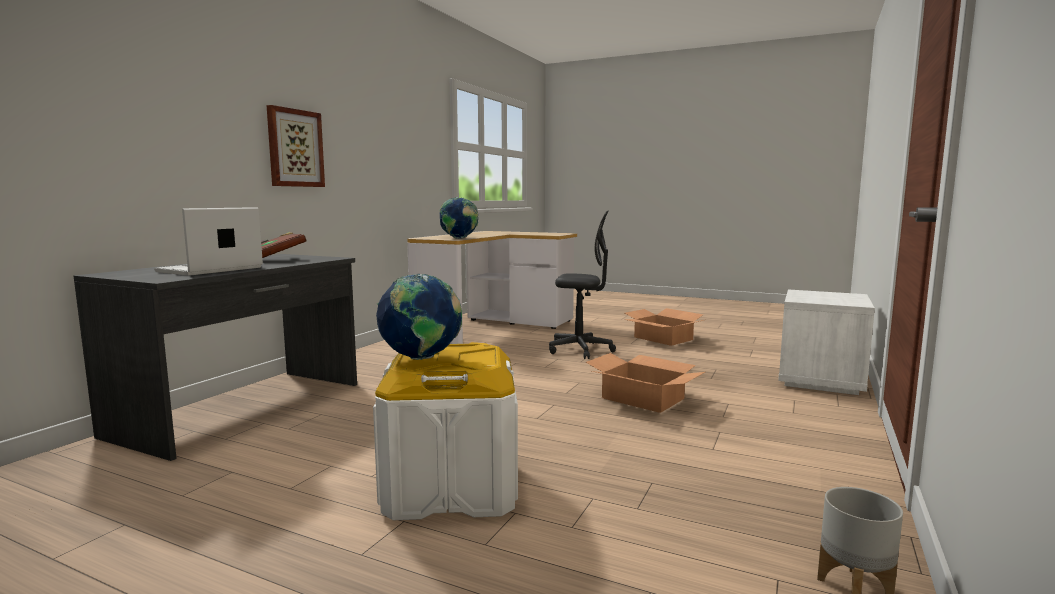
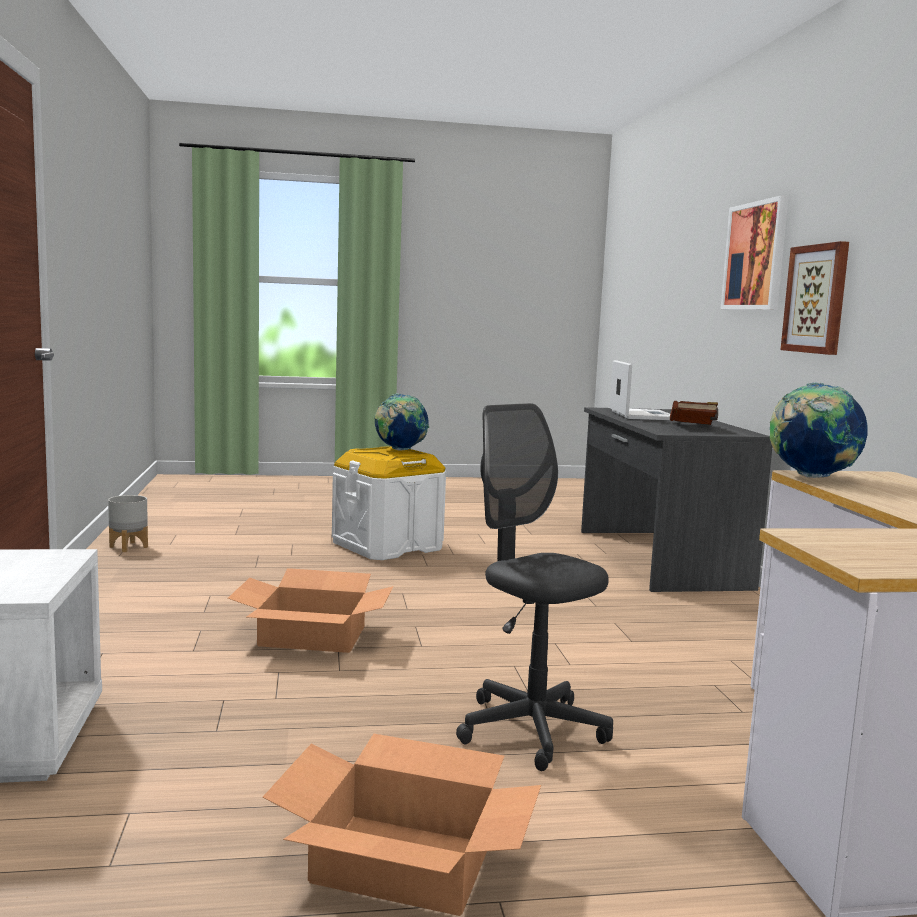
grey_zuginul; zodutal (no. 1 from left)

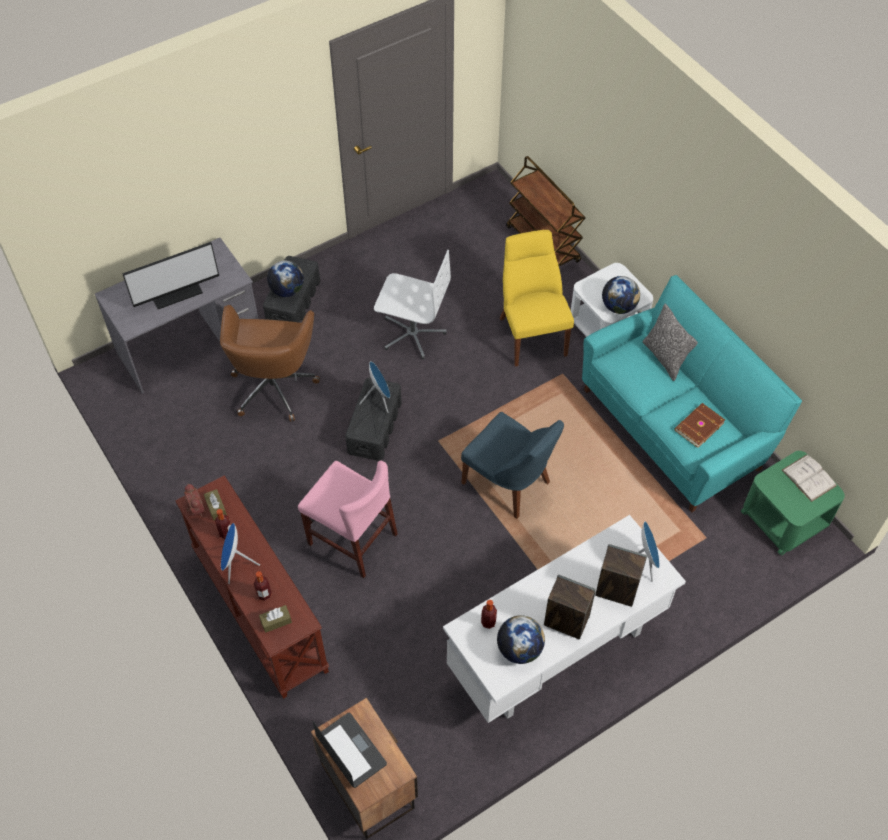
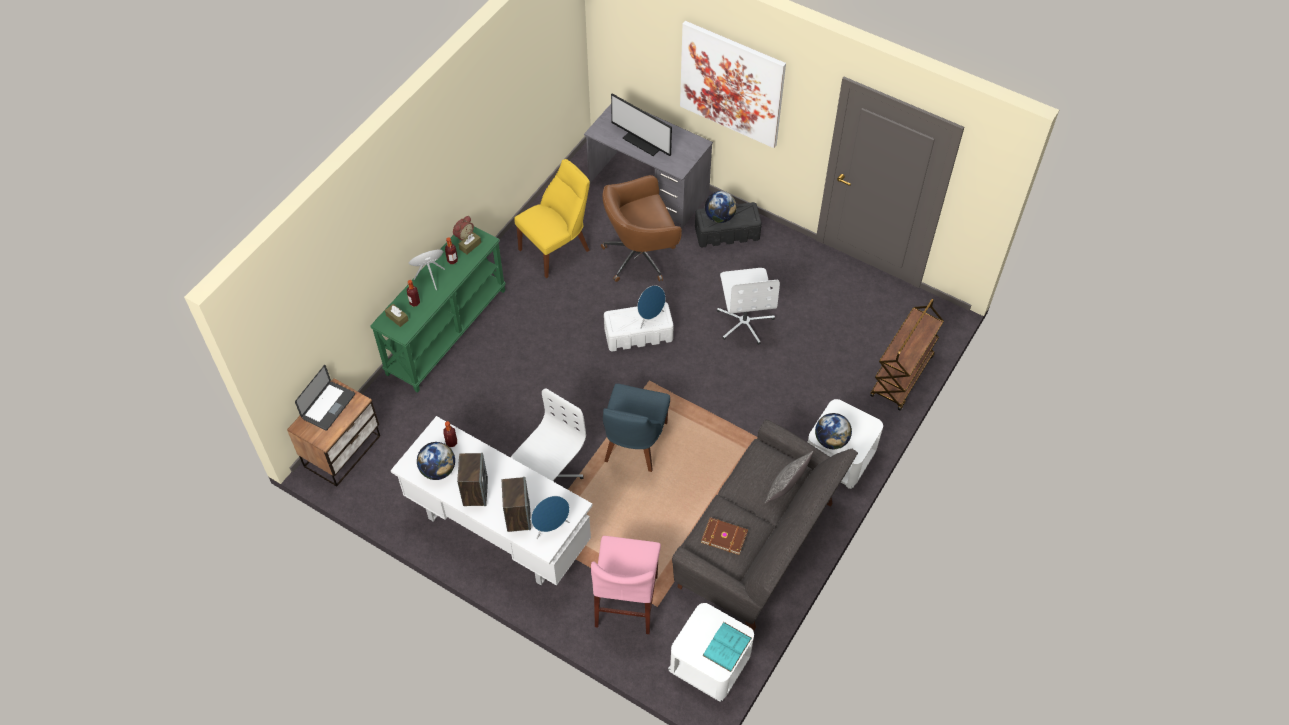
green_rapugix; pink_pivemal; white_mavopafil; yellow_pivemal; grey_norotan; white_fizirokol (no. 1 from left); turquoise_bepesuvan; white_zuginul (no. 1 from left); zodutal

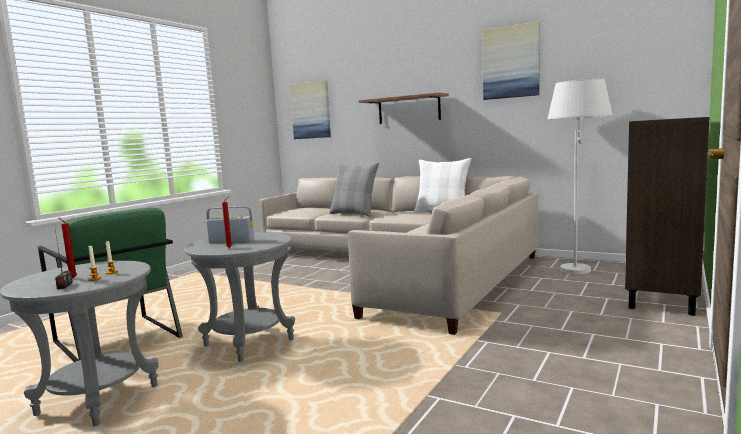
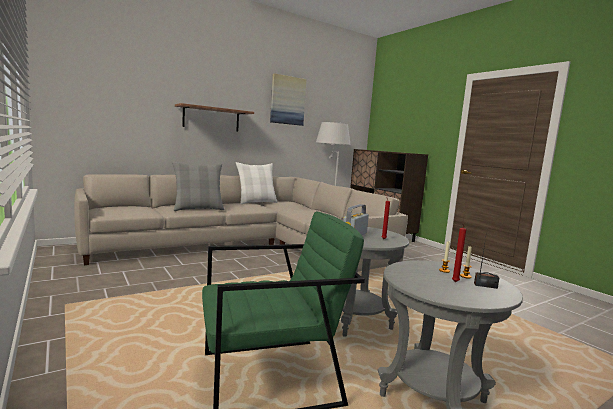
zodutal (no. 1 from left in the first image)

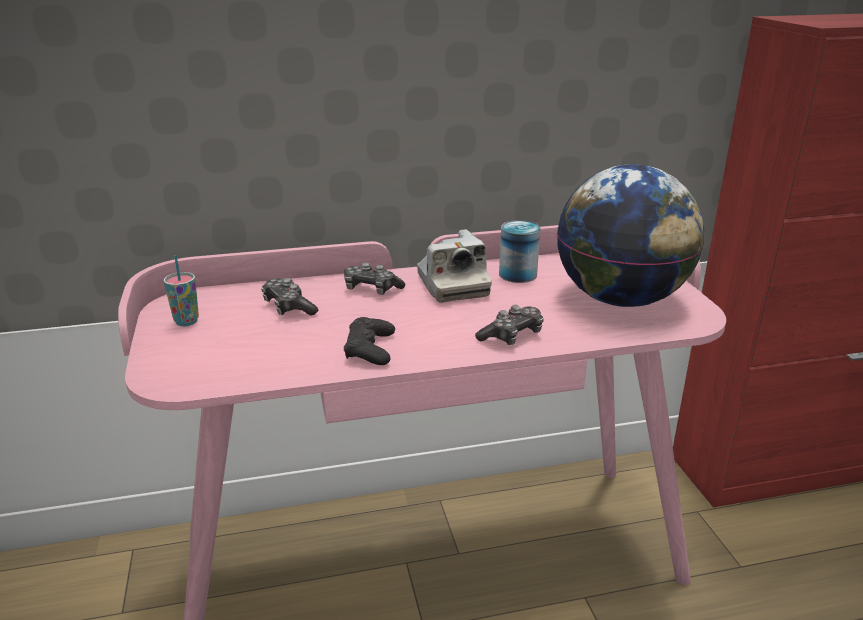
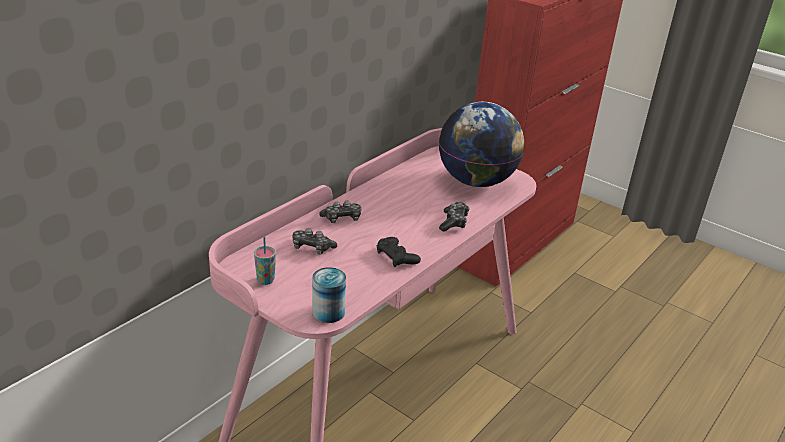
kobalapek; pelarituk

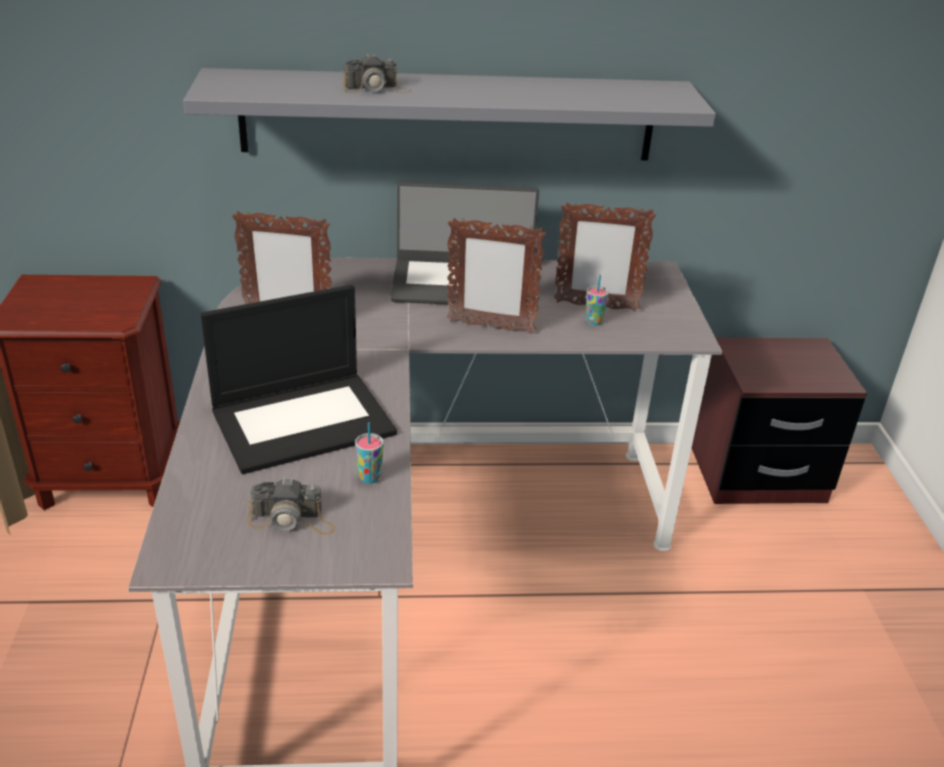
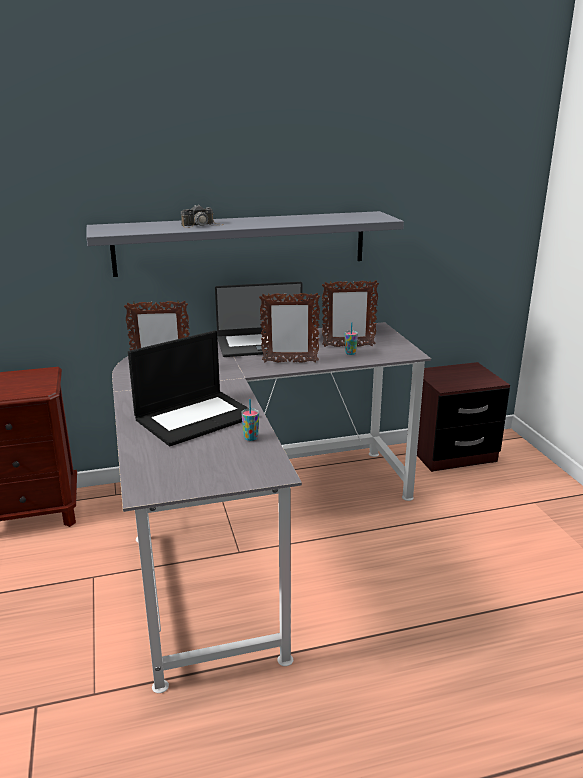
kobalapek (no. 1 from left in the first image)

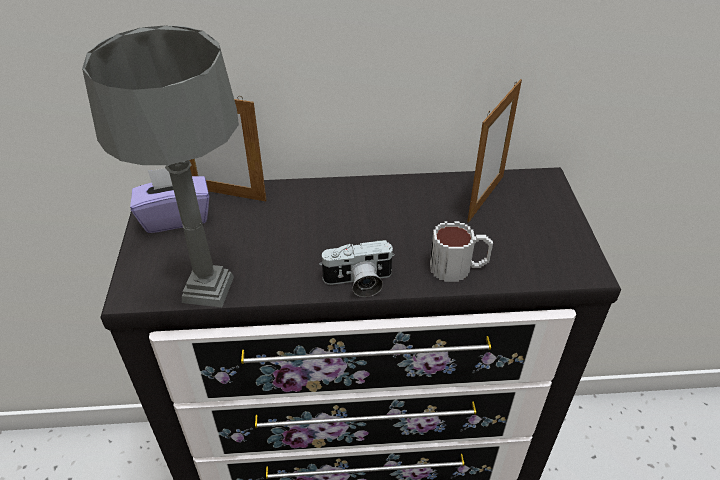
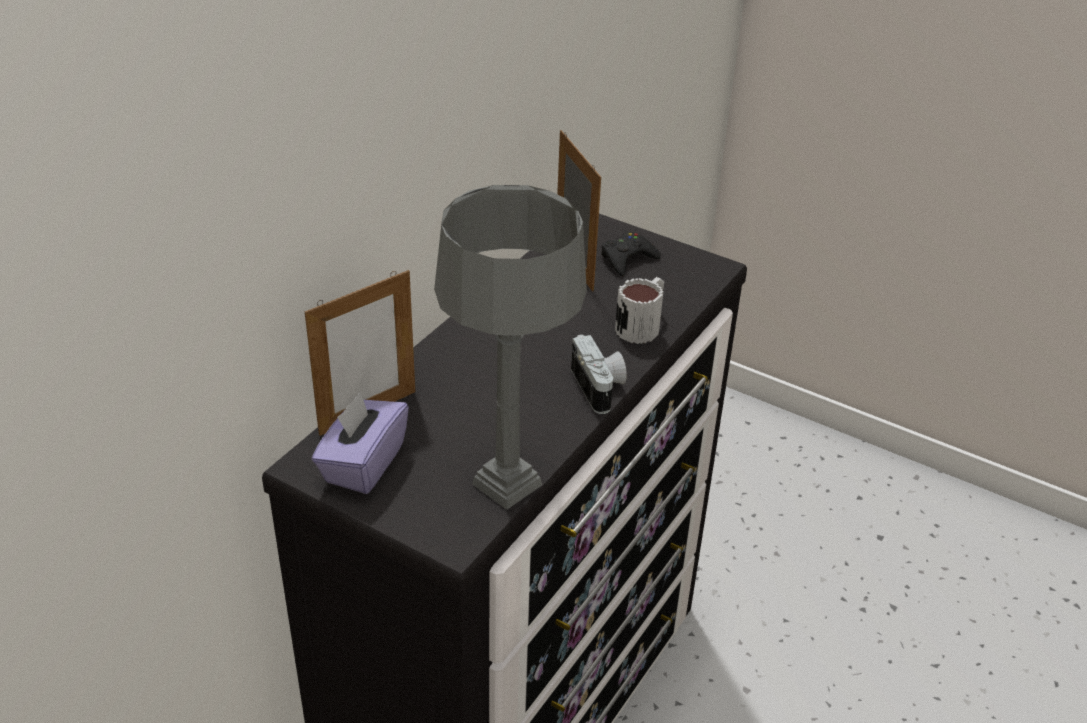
kobalapek; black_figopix

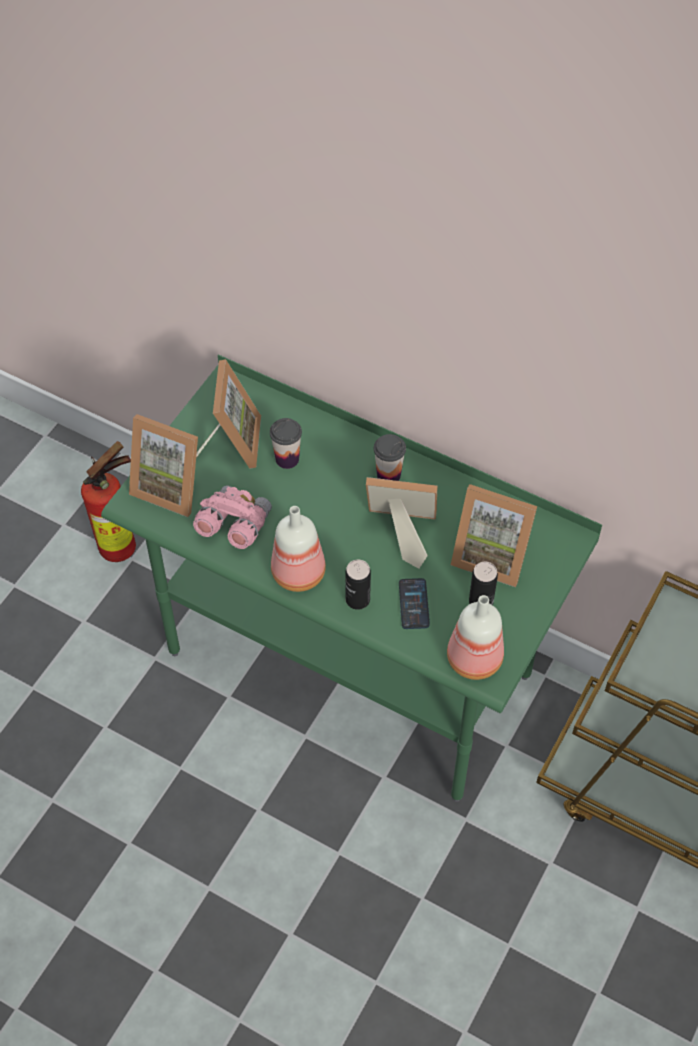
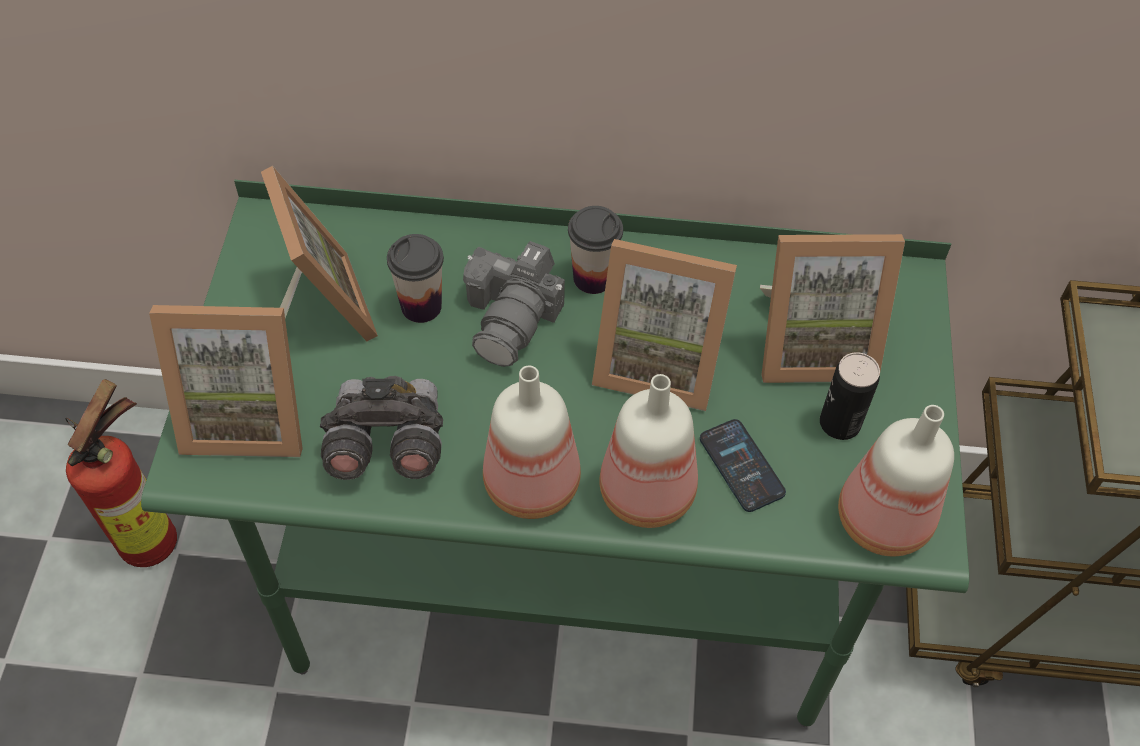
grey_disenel; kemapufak (no. 2 from left); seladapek (no. 3 from left); kobalapek

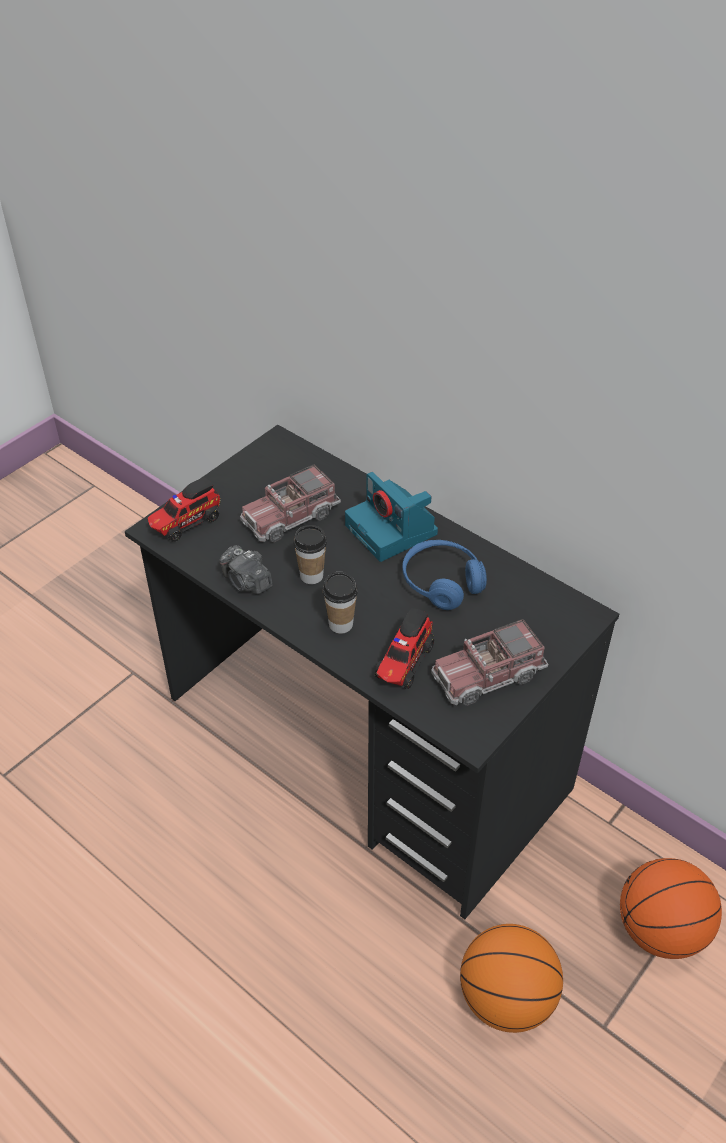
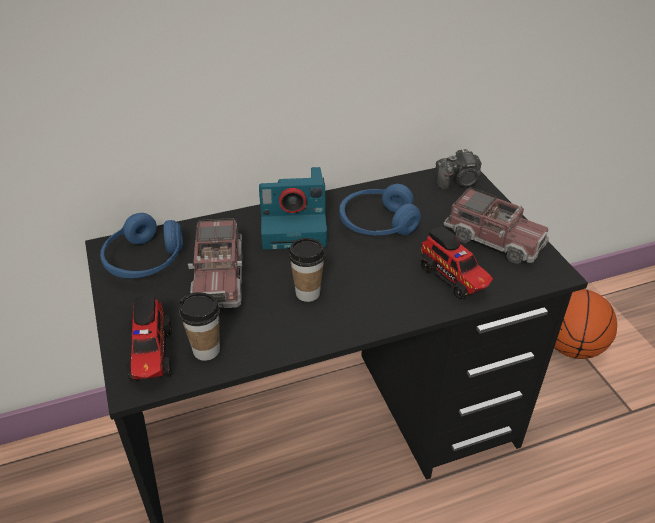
kobalapek (no. 2 from left); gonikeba (no. 1 from left); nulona (no. 4 from left); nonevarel (no. 1 from left in the first image); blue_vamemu (no. 1 from left)

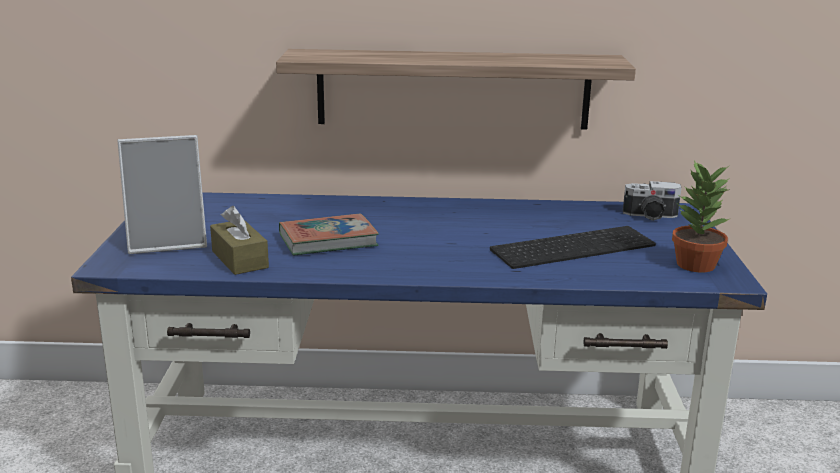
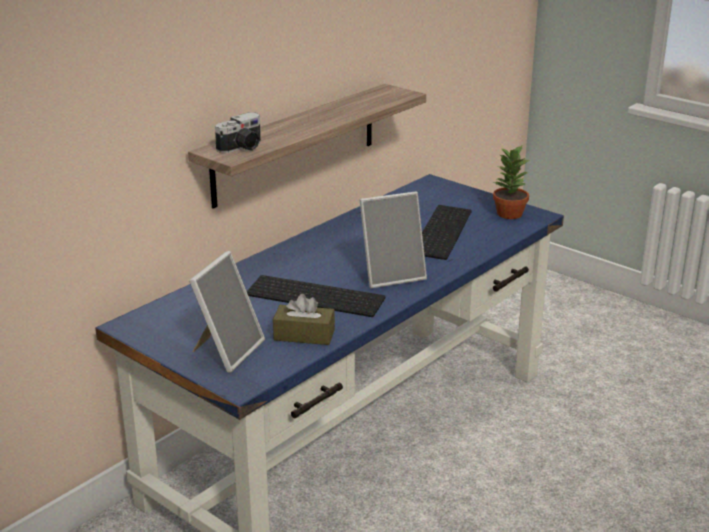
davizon (no. 1 from left); kobalapek; seladapek (no. 2 from left)

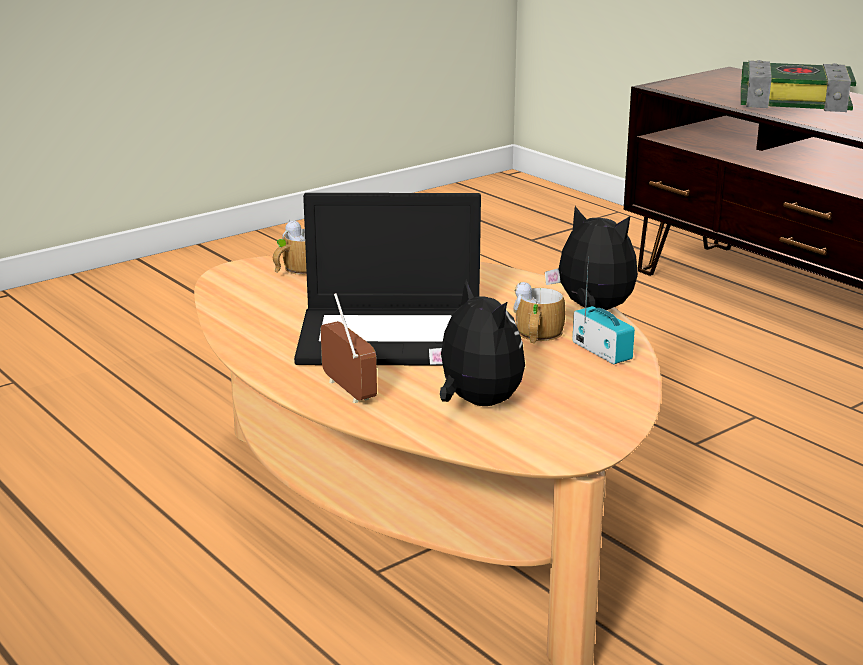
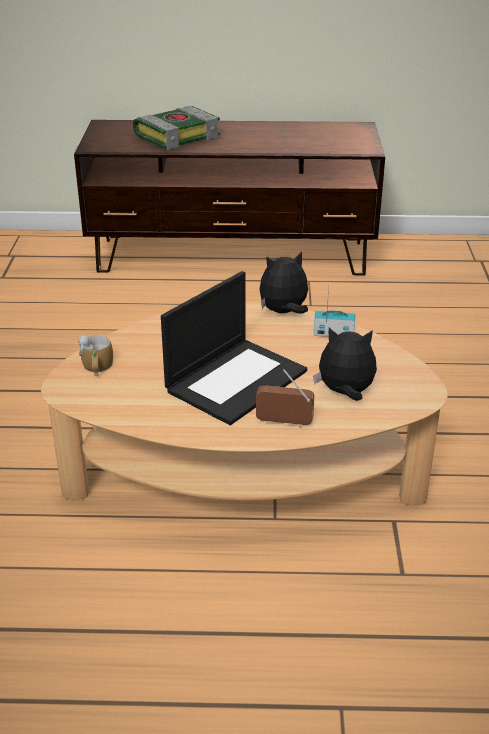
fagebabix (no. 2 from left in the first image)

